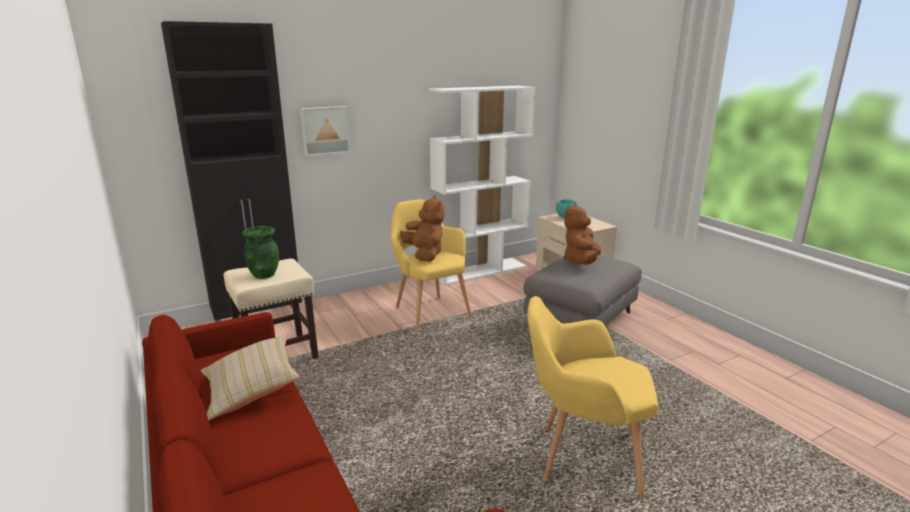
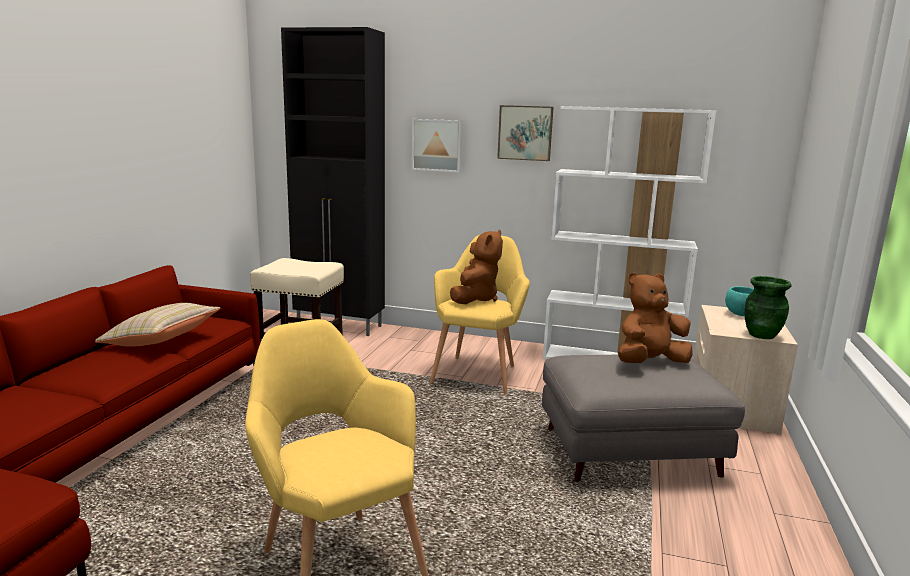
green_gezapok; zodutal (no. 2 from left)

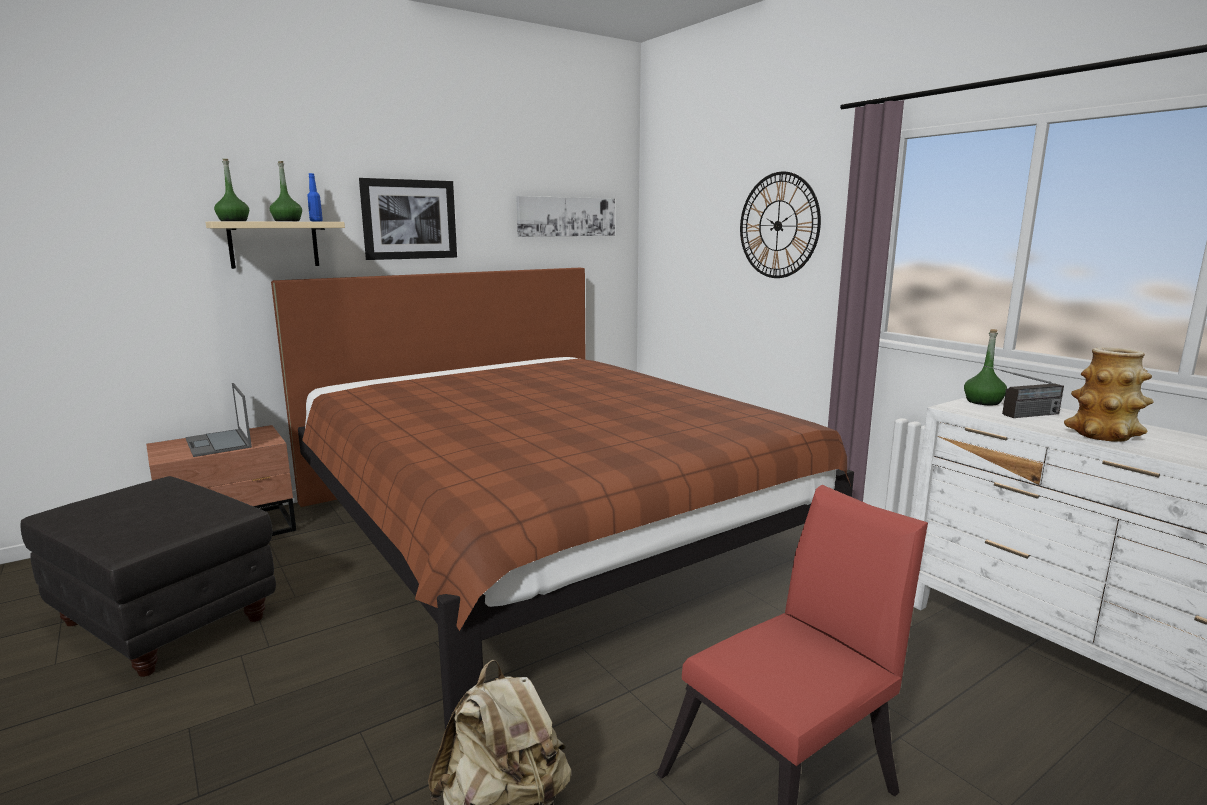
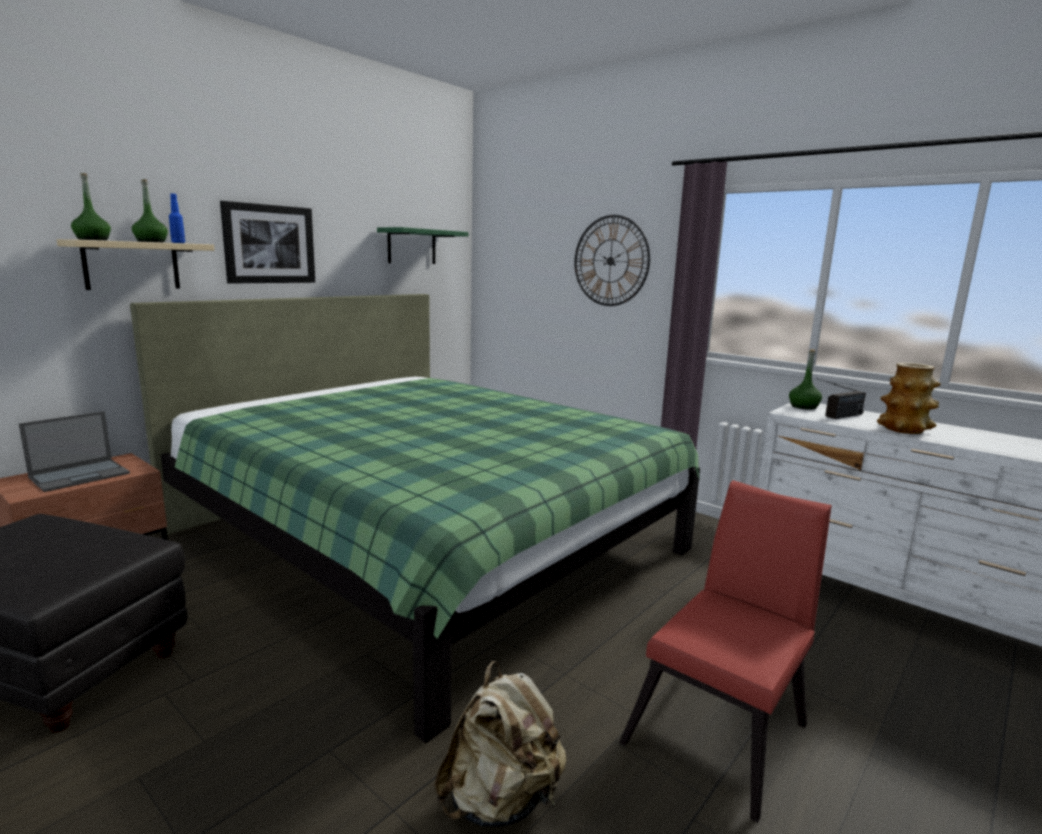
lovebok; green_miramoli; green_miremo

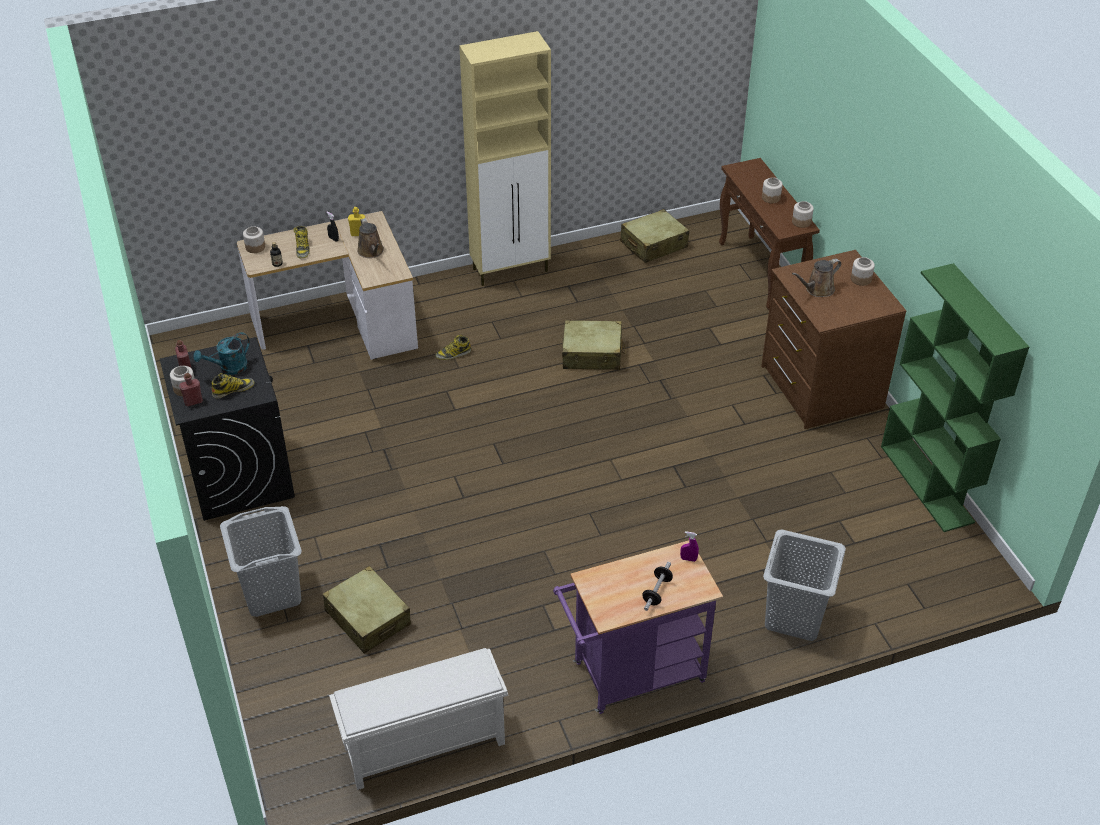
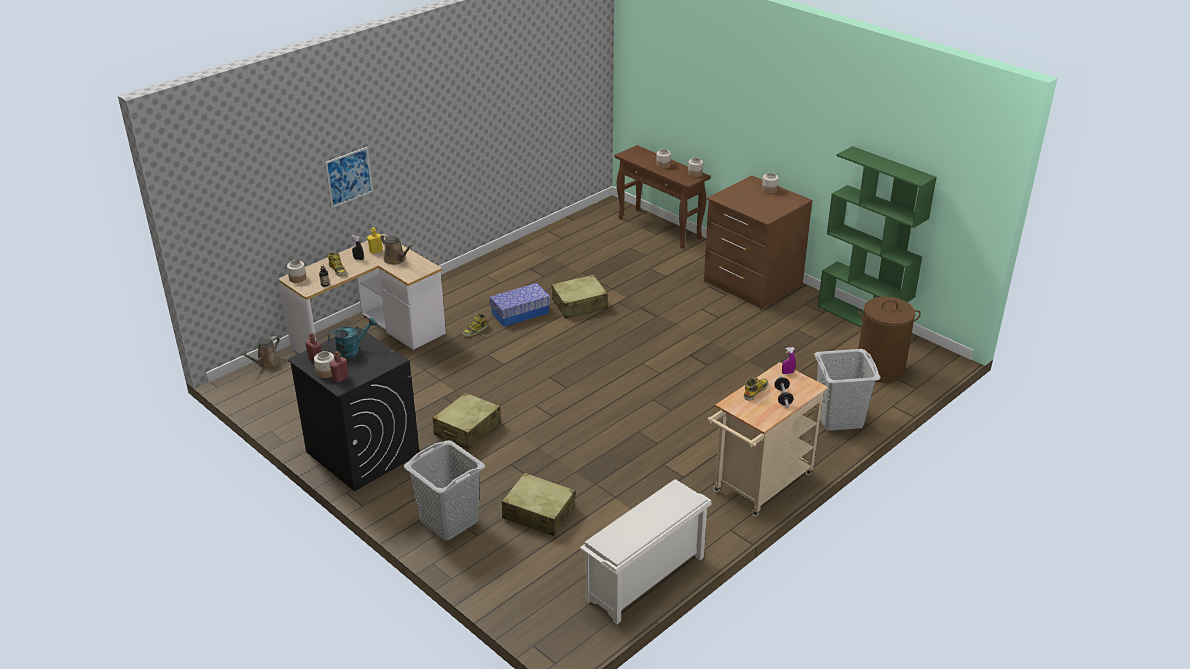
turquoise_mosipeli; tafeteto (no. 3 from left); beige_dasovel; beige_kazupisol; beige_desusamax (no. 1 from left); brown_mosipeli (no. 1 from left); zodutal; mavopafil; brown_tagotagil

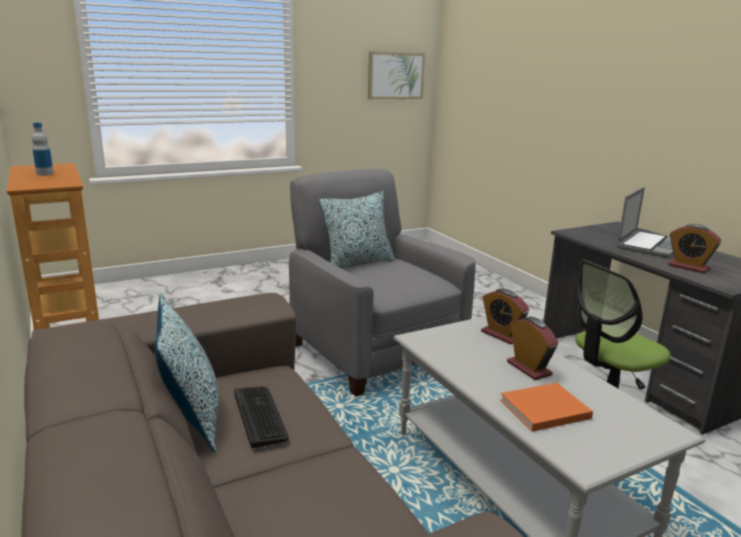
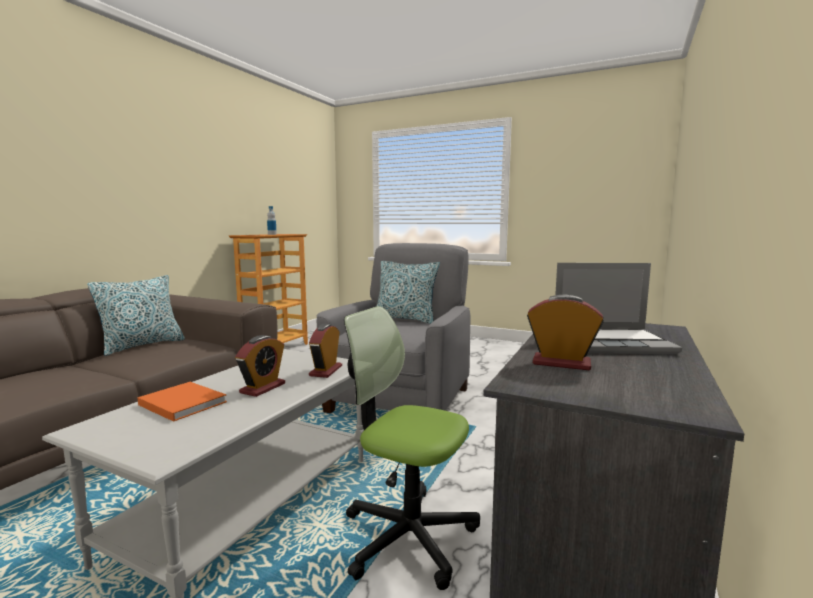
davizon; zodutal; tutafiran (no. 3 from left)

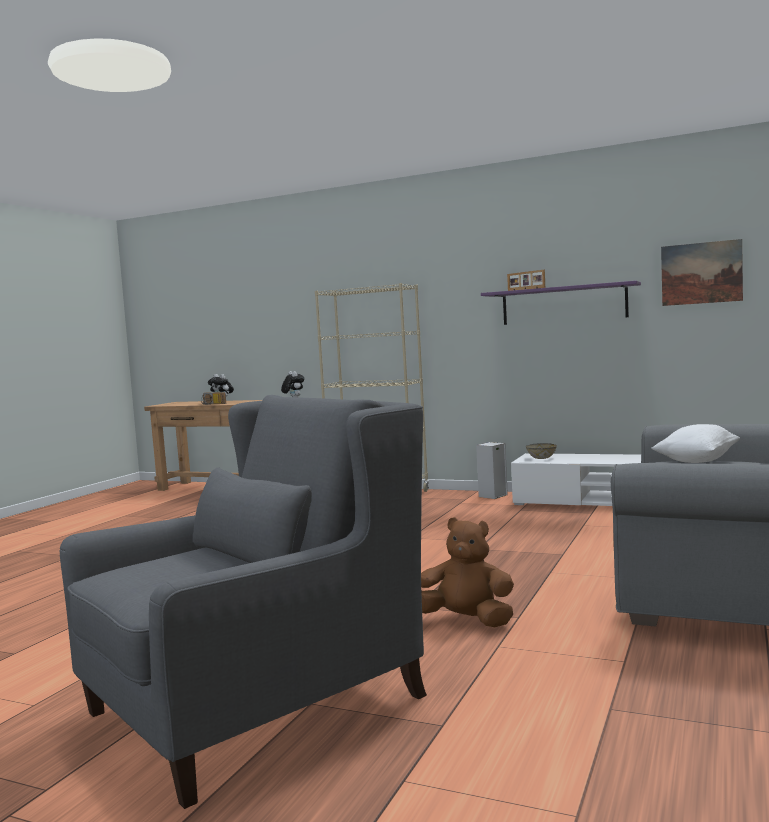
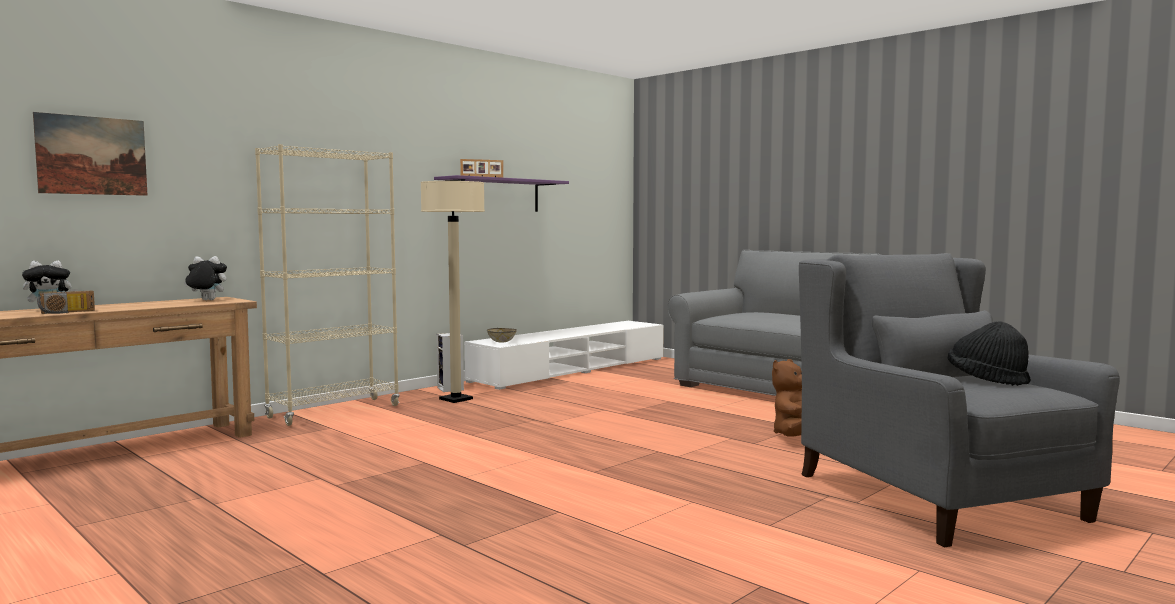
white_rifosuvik; zodutal; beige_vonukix; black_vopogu

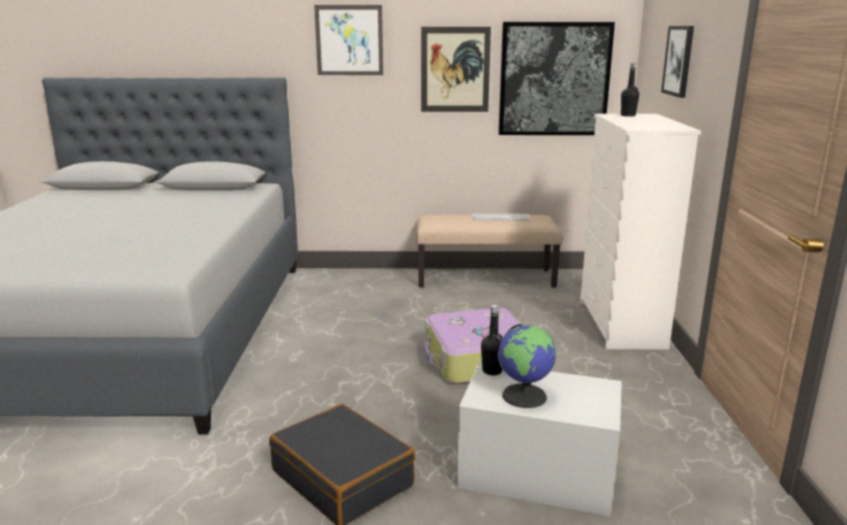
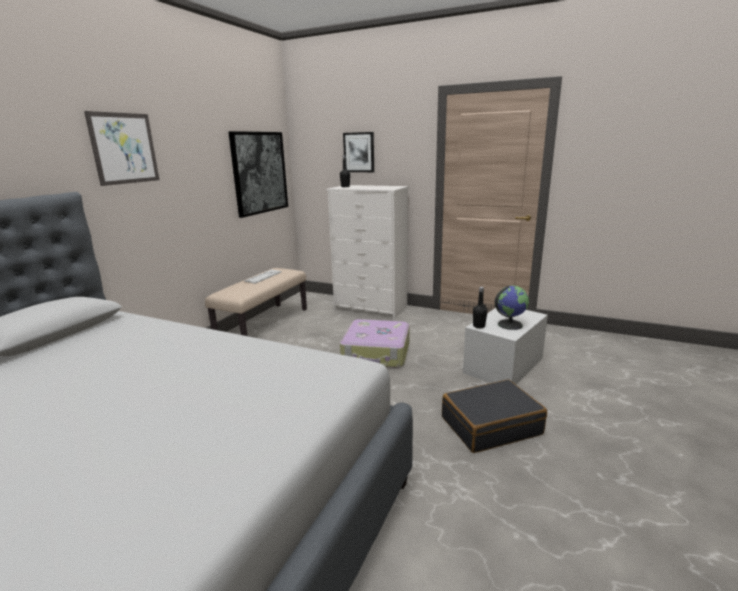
zodutal (no. 2 from left in the first image)

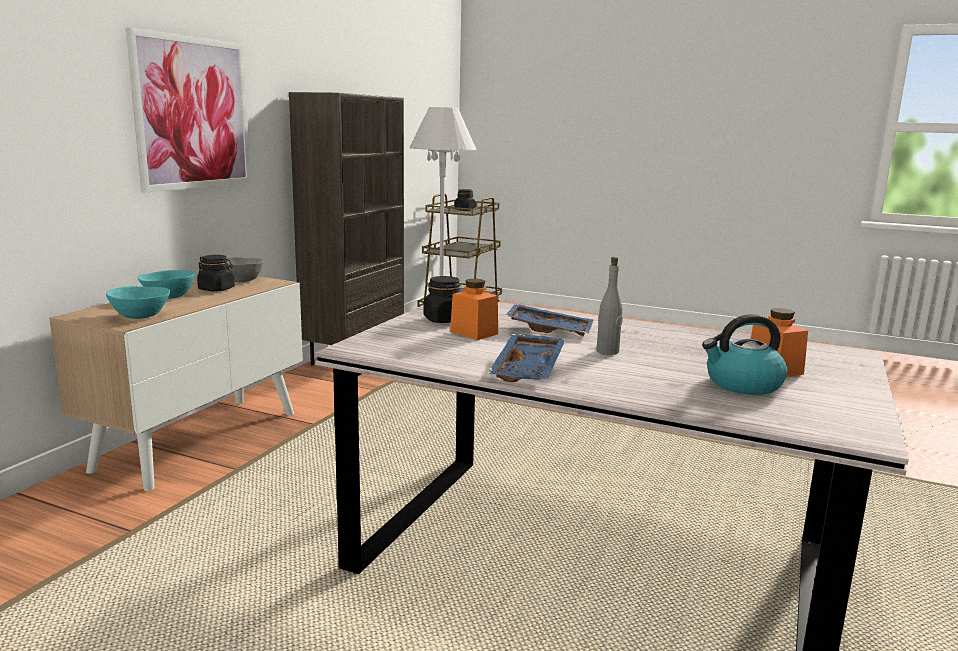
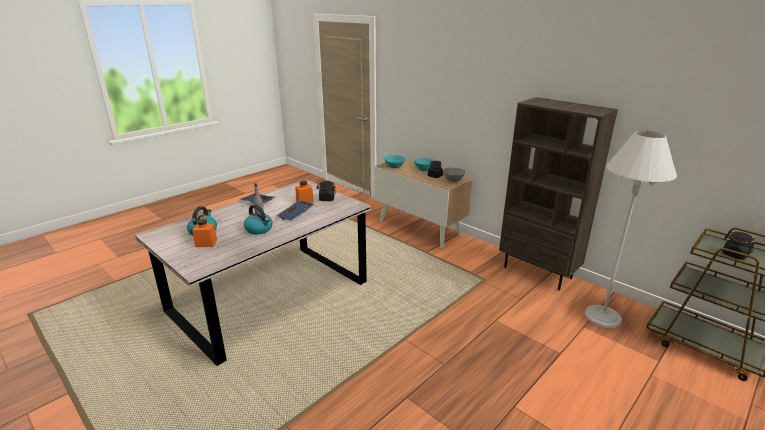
zodutal; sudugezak (no. 2 from left)

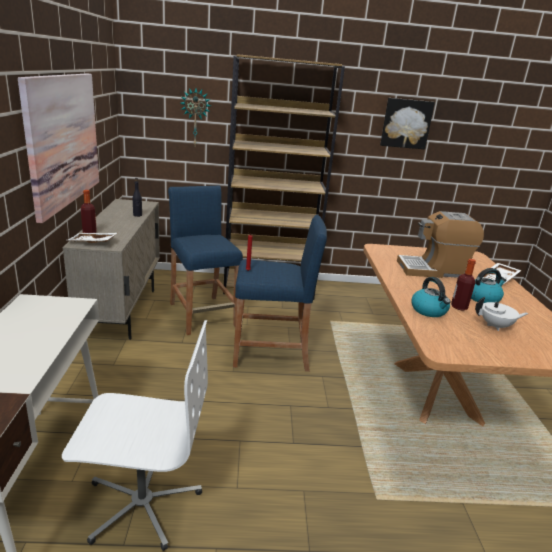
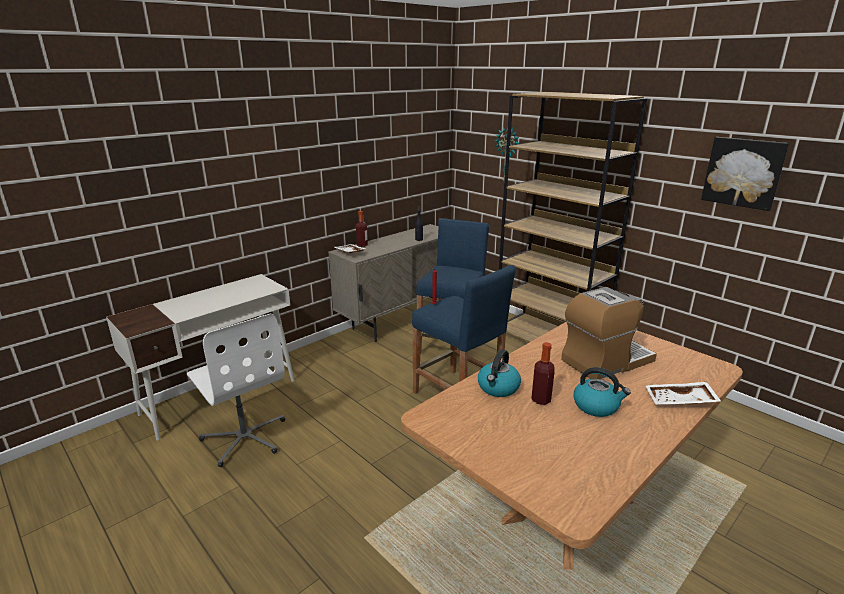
zodutal (no. 1 from left in the first image); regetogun; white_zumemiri

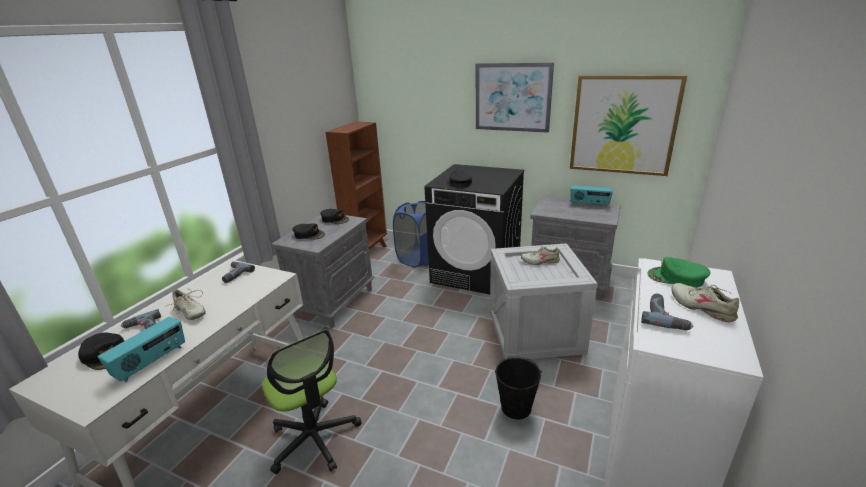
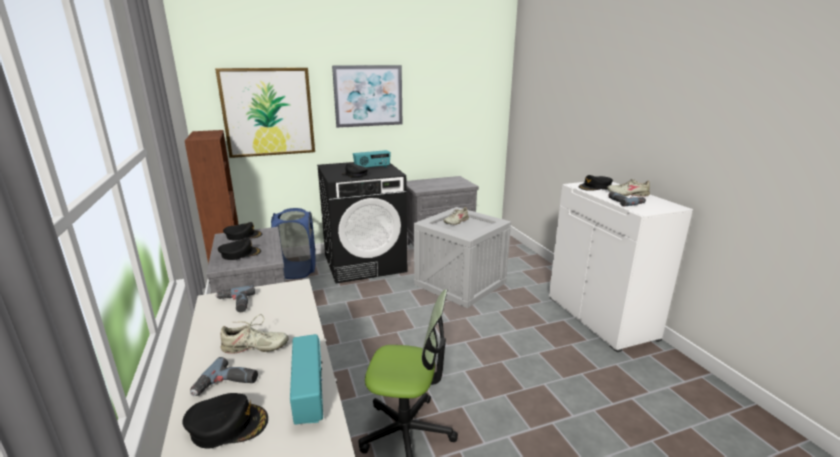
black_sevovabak; zodutal (no. 1 from left); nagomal (no. 2 from left); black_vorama (no. 5 from left)

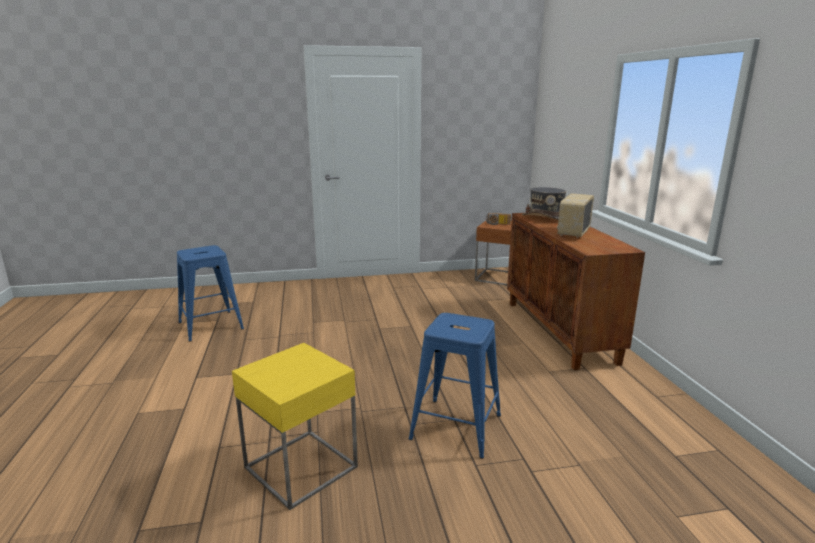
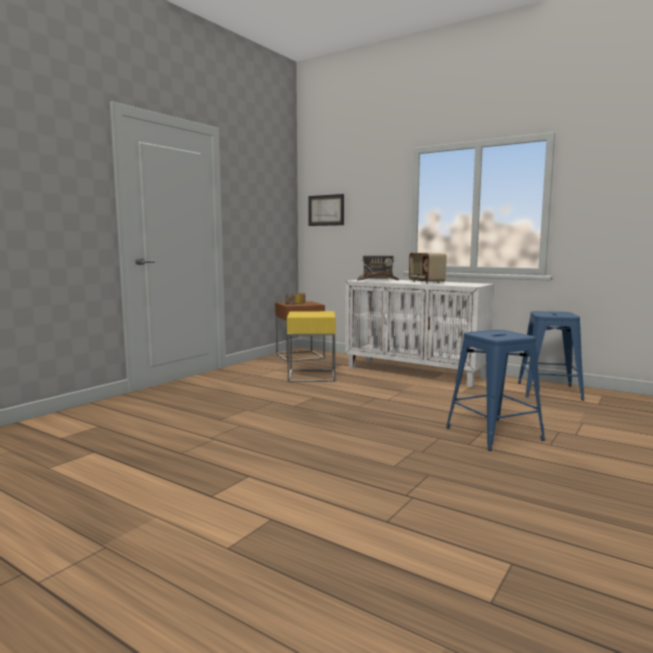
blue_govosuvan (no. 2 from left); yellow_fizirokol; white_dasovel; zodutal

